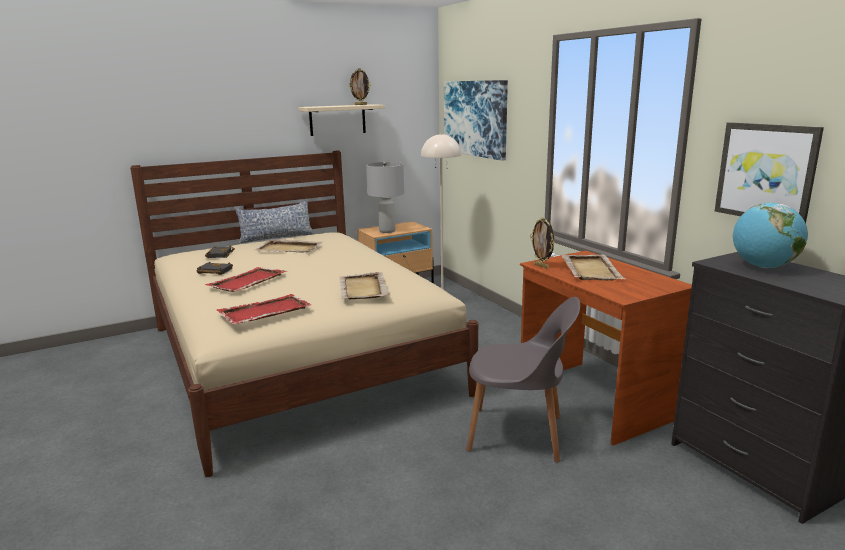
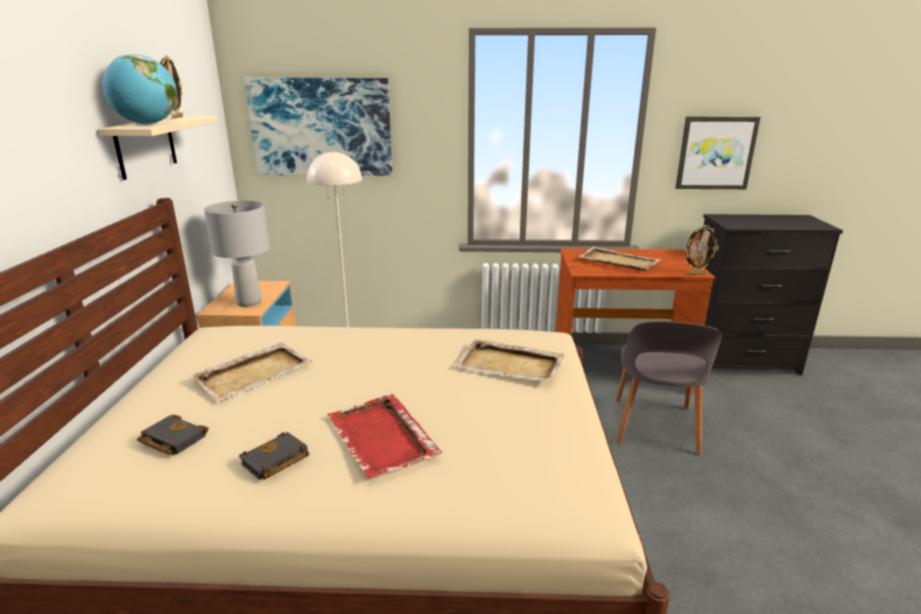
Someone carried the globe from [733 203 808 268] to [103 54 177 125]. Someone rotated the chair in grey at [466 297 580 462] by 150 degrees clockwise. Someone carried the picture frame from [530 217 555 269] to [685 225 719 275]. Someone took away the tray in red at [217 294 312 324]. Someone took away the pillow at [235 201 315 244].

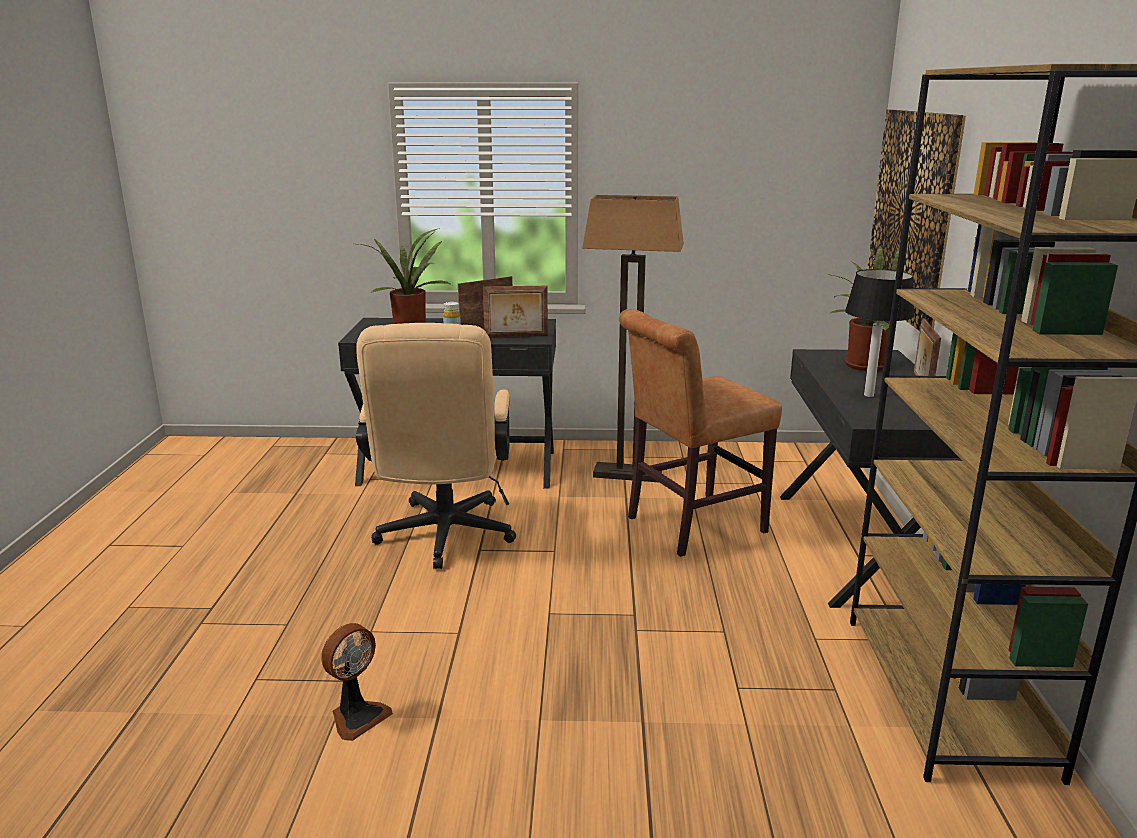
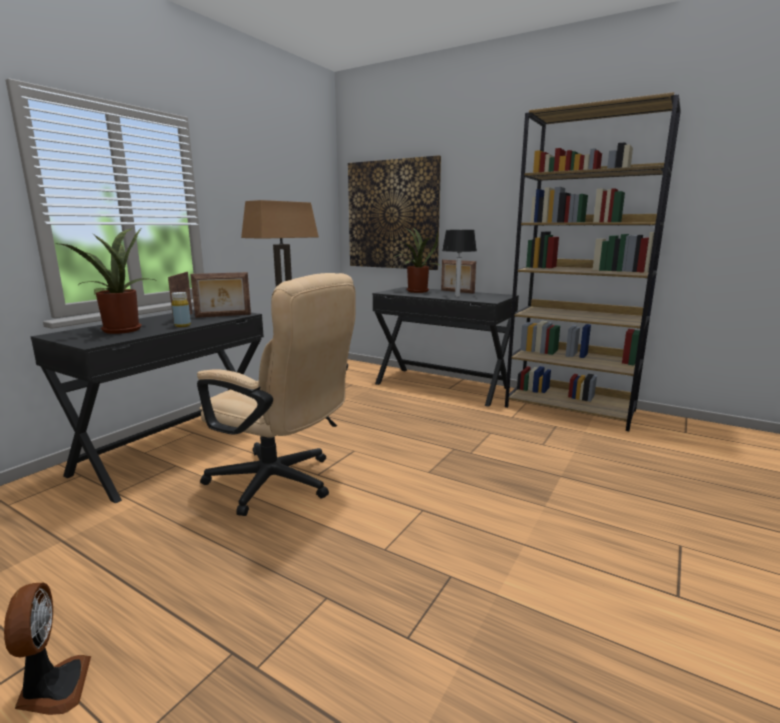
Someone carried the fan from [321 623 393 741] to [4 583 91 715]. Someone rotated the picture frame at [483 286 548 337] by 45 degrees clockwise. Someone took away the chair in brown at [619 309 782 557].

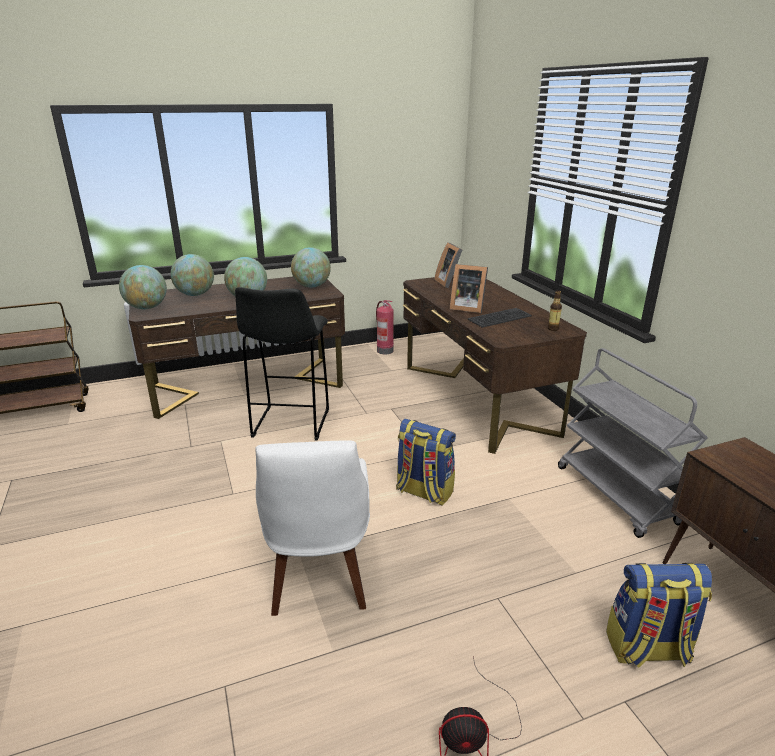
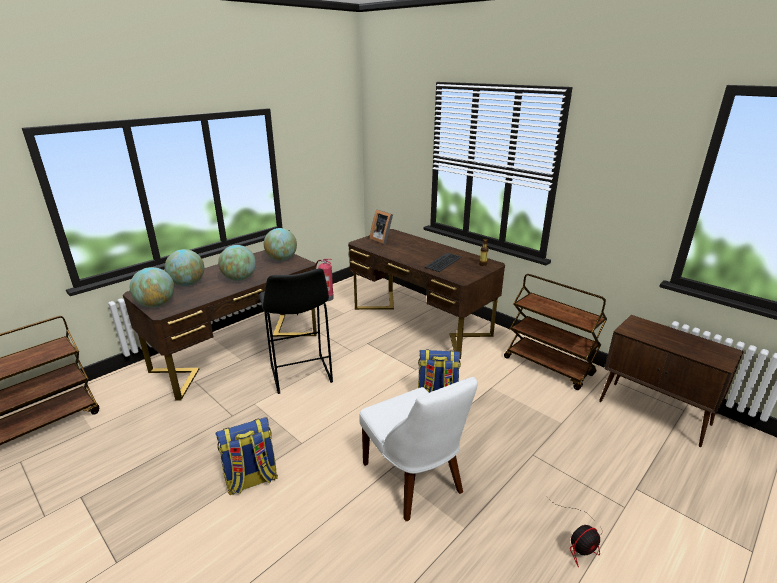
Someone carried the backpack from [606 563 712 668] to [215 417 278 495]. Someone repainted the cart in grey at [558 348 708 538], which became the cart in brown at [504 274 607 390]. Someone took away the picture frame at [450 264 488 313].

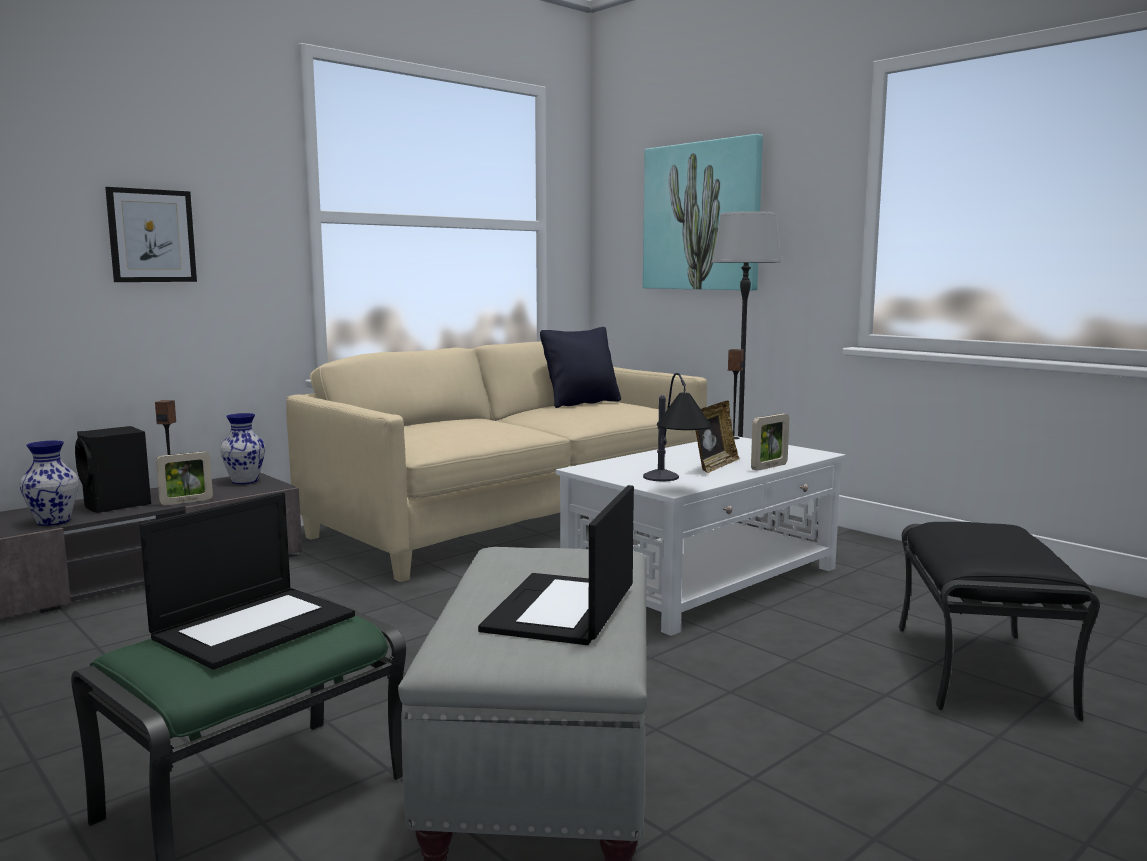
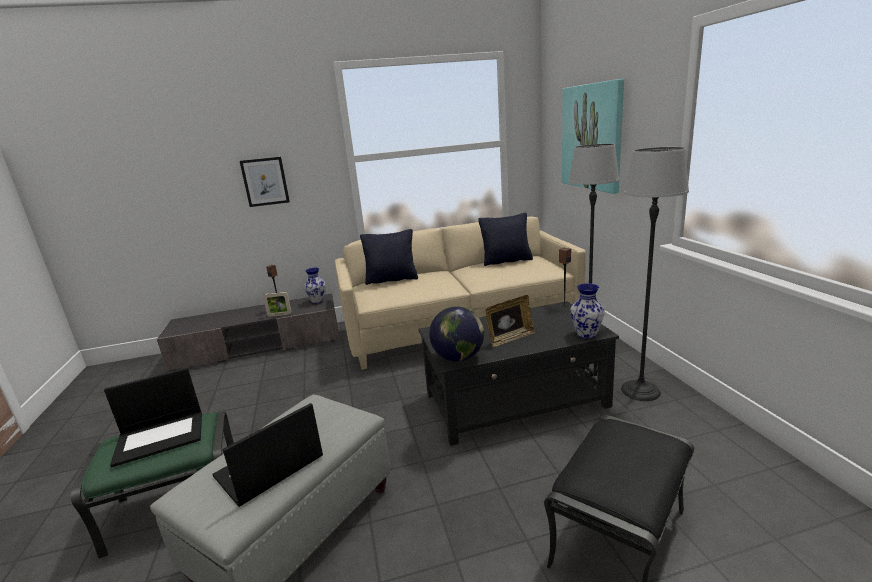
Someone put down the pillow in black at [360 229 418 285]. Someone repainted the coffee table in white at [556 436 846 636], which became the coffee table in black at [418 301 619 446]. Someone swapped the table lamp at [643 373 711 481] for the globe at [429 306 484 361]. Someone carried the vase from [20 440 78 526] to [570 283 605 339]. Someone put down the floor lamp at [621 147 689 401]. Someone took away the speaker in black at [75 426 151 513]. Someone took away the picture frame at [751 413 789 471].

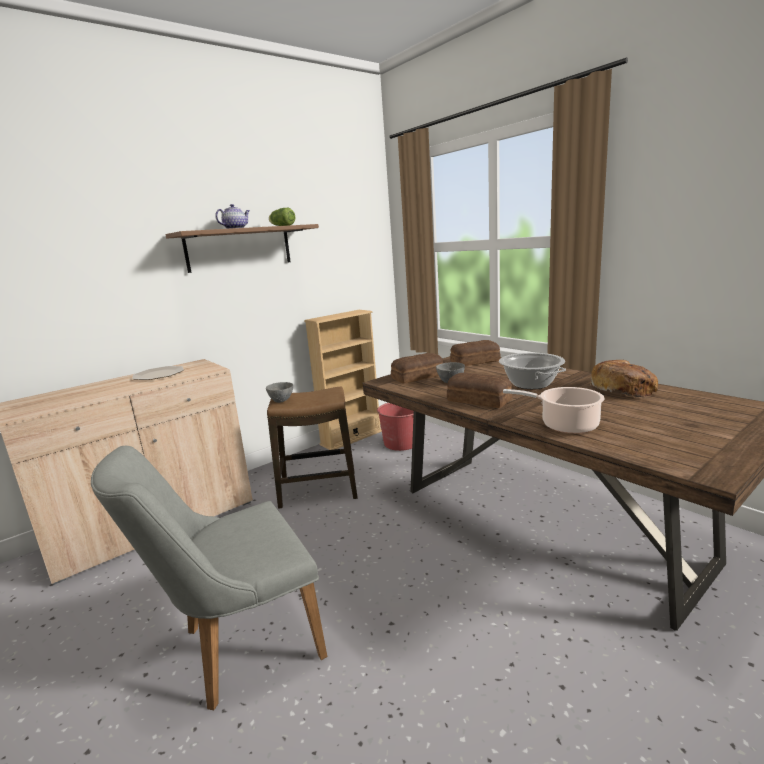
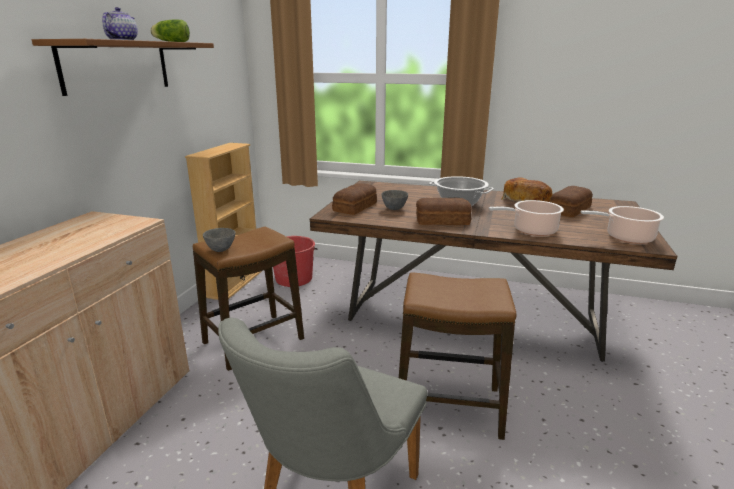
Someone put down the stool at [399 272 517 440]. Someone carried the bread from [450 340 501 366] to [550 186 593 217]. Someone put down the cooking pot at [580 206 664 244]. Someone took away the plate at [133 366 184 380].

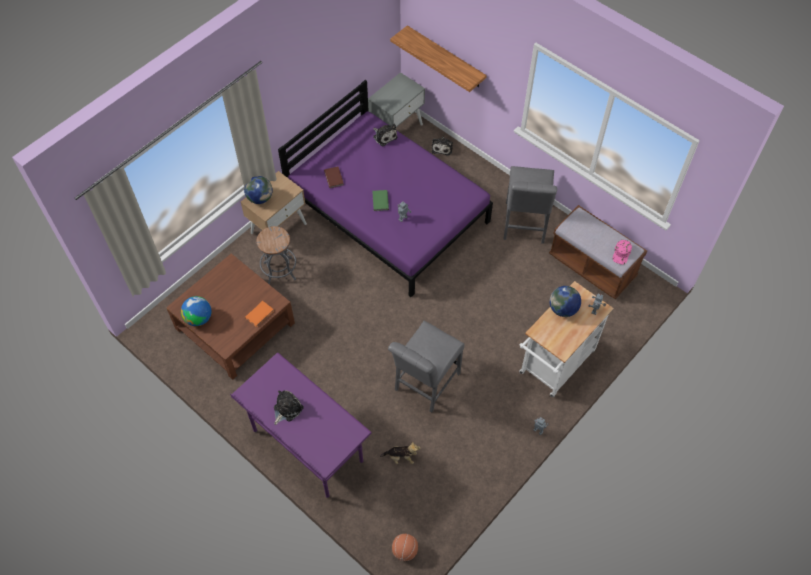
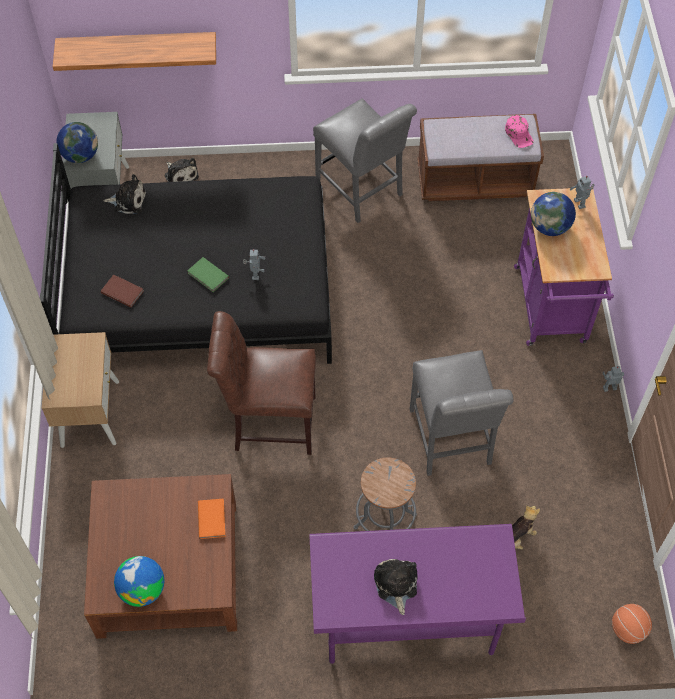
Someone repainted the bed in purple at [278 80 493 297], which became the bed in black at [40 143 332 364]. Someone carried the globe from [244 176 273 204] to [56 122 98 163]. Someone put down the chair in brown at [207 311 316 455]. Someone carried the stool in grey from [257 226 296 285] to [354 458 417 531]. Someone repainted the cart in white at [519 281 613 397], which became the cart in purple at [514 187 614 346].

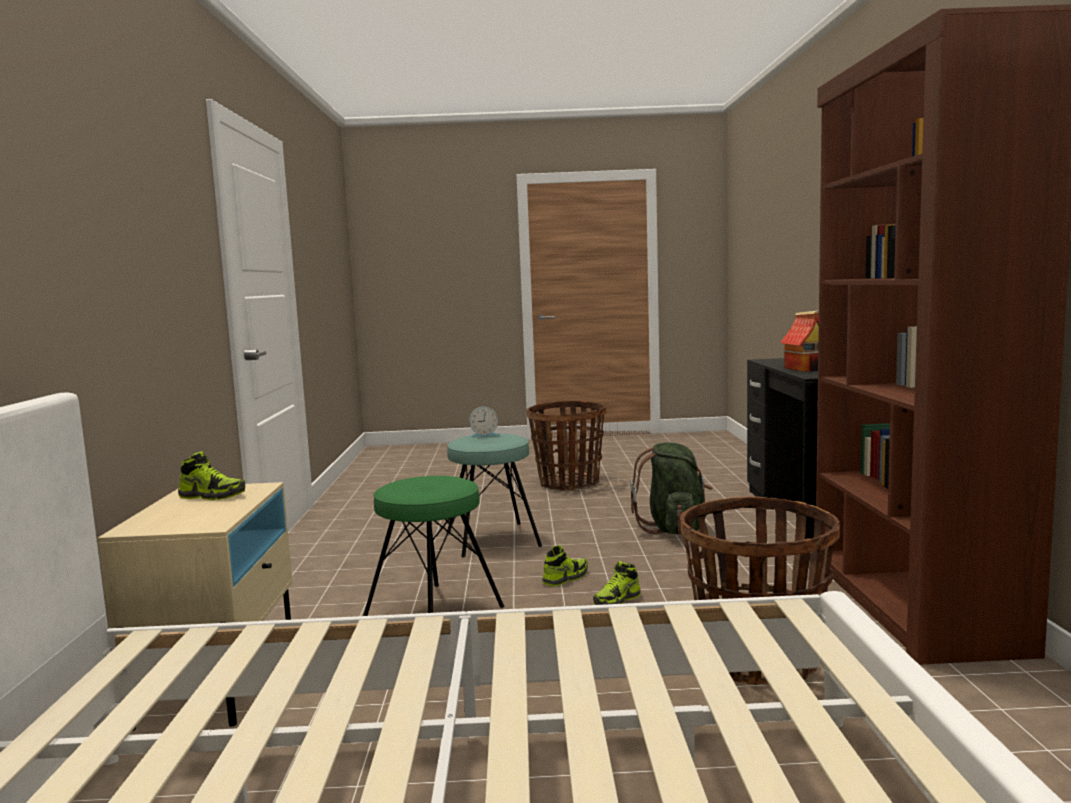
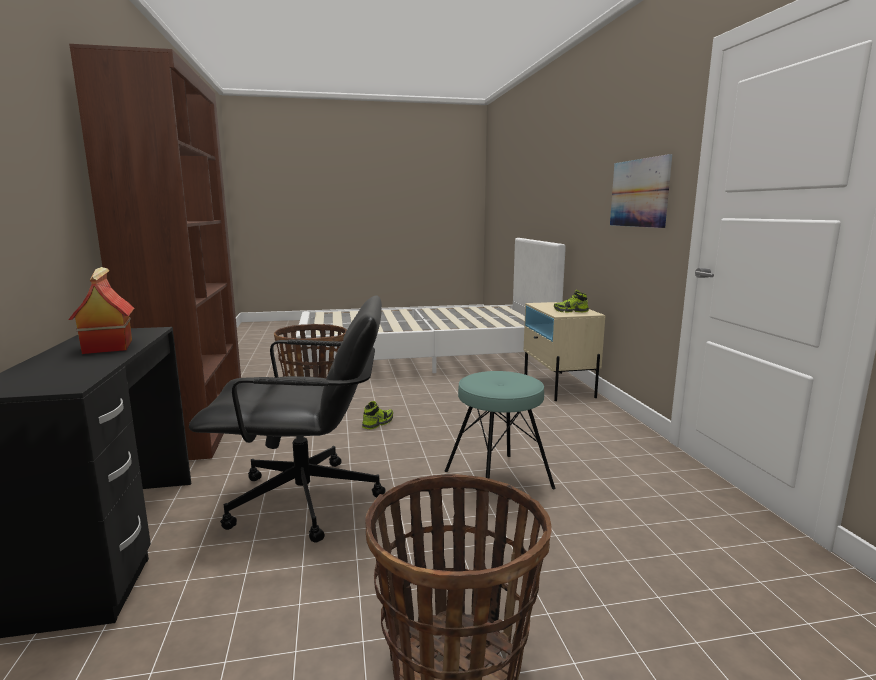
Someone swapped the backpack in green at [630 442 713 535] for the office chair in black at [189 295 385 543]. Someone put up the picture at [610 154 672 228]. Someone took away the stool in green at [363 476 505 616]. Someone took away the alarm clock at [469 407 499 437]. Someone took away the shoe at [542 545 588 586].

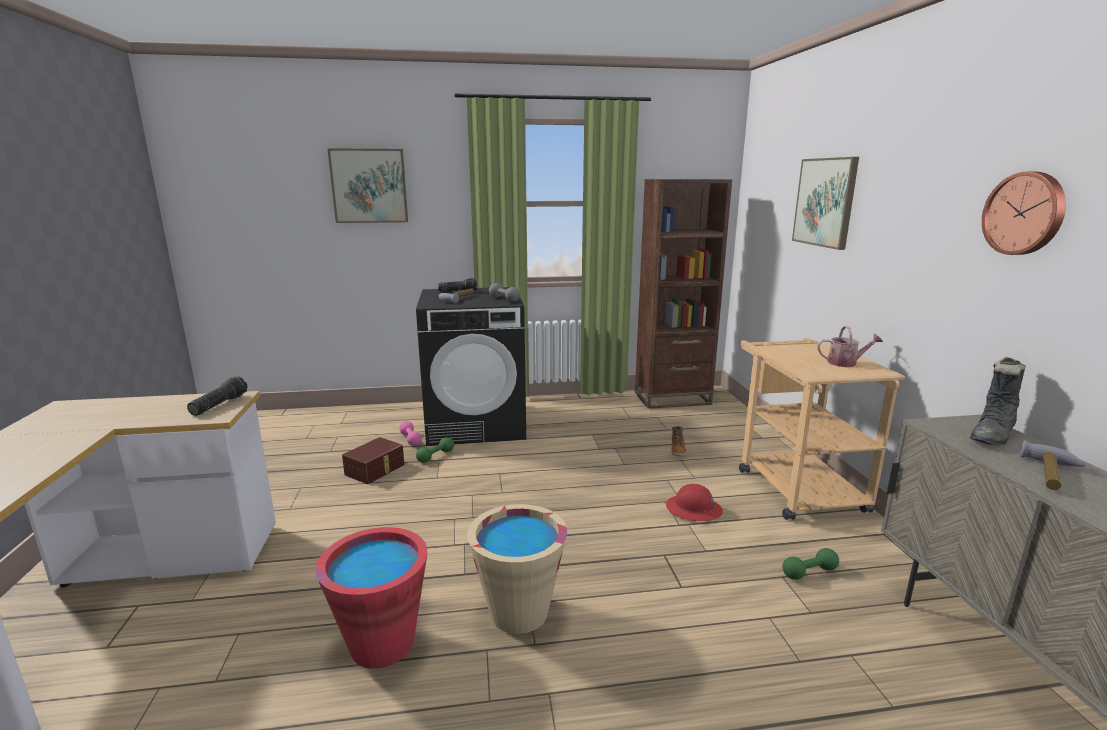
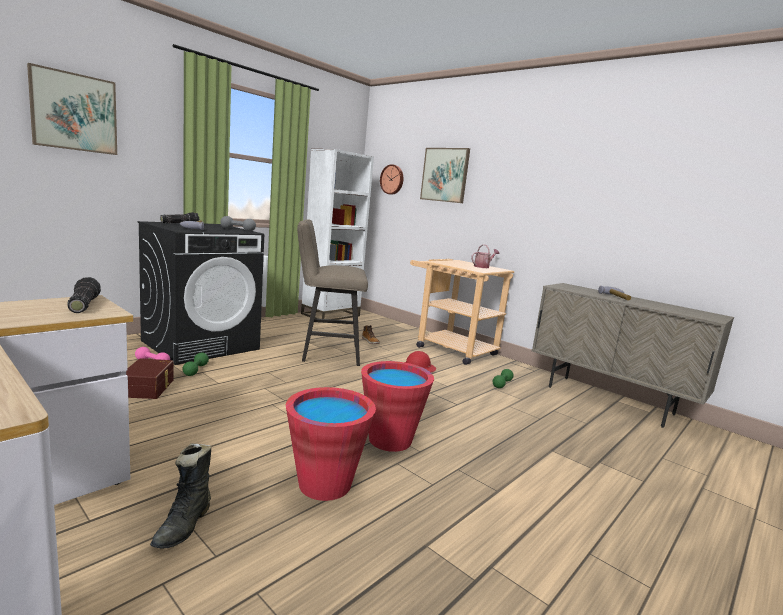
Someone carried the boot in black from [970 356 1026 446] to [150 443 211 549]. Someone put down the stool in beige at [297 219 368 366]. Someone repainted the bookcase in brown at [635 179 732 409], which became the bookcase in white at [301 149 374 320]. Someone repainted the bucket in beige at [467 504 567 634], which became the bucket in red at [361 361 434 452]. Someone carried the wall clock from [982 172 1066 255] to [380 164 403 195].

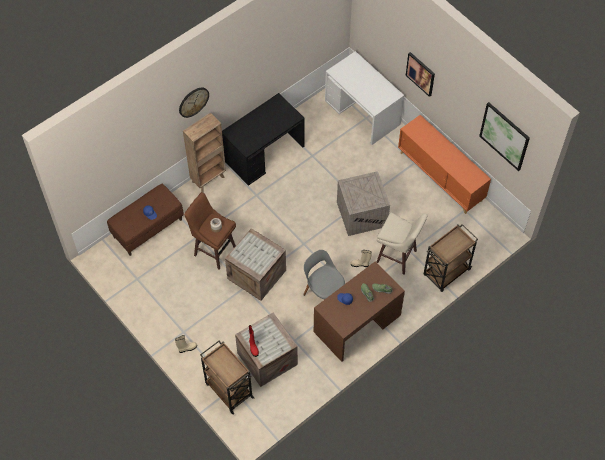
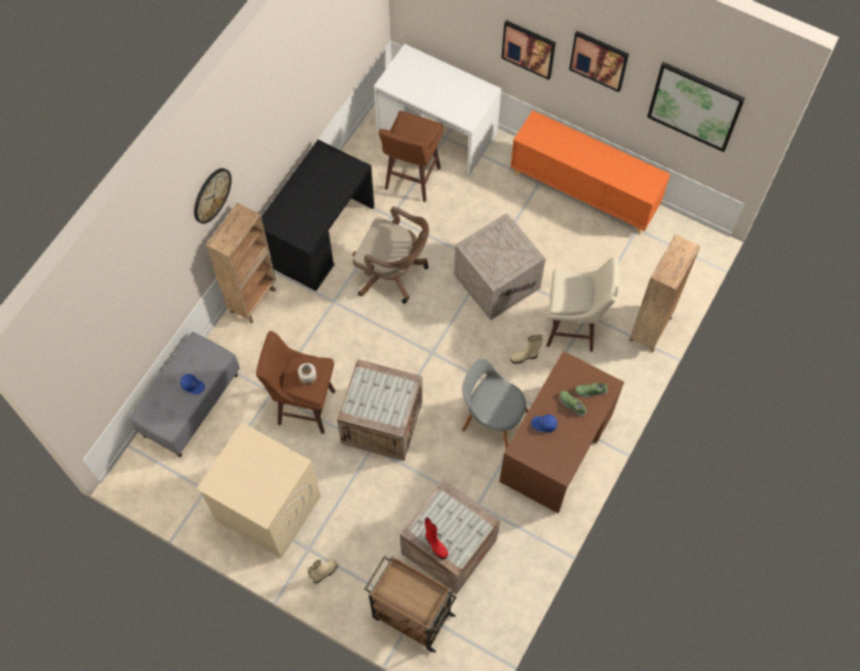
Someone repainted the bench in brown at [107 184 184 256], which became the bench in grey at [130 332 240 457]. Someone put down the washing machine in beige at [196 423 321 558]. Someone put down the office chair in brown at [352 206 429 304]. Someone put down the stool in brown at [379 111 443 202]. Someone put up the picture at [569 31 629 92]. Someone swapped the cart in brown at [424 224 478 292] for the bookcase in brown at [629 234 700 352].

